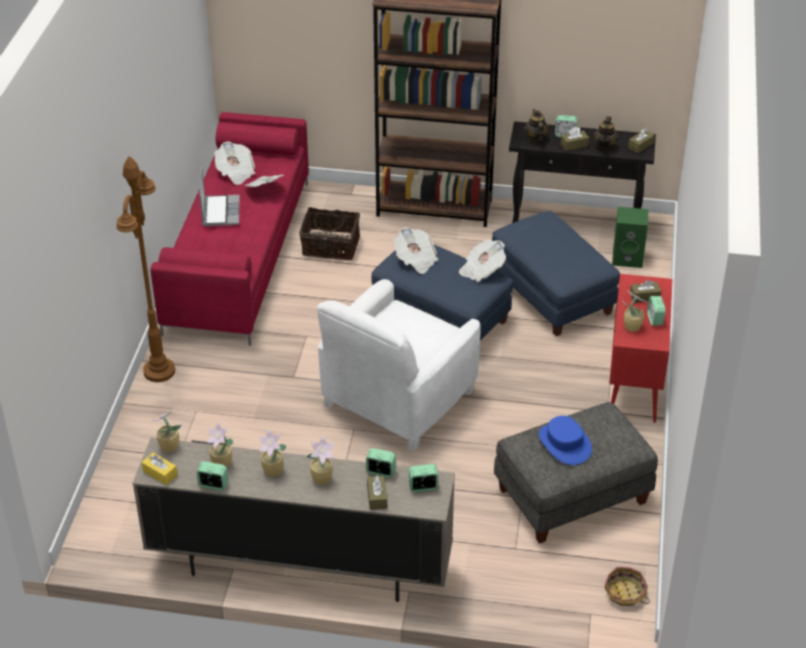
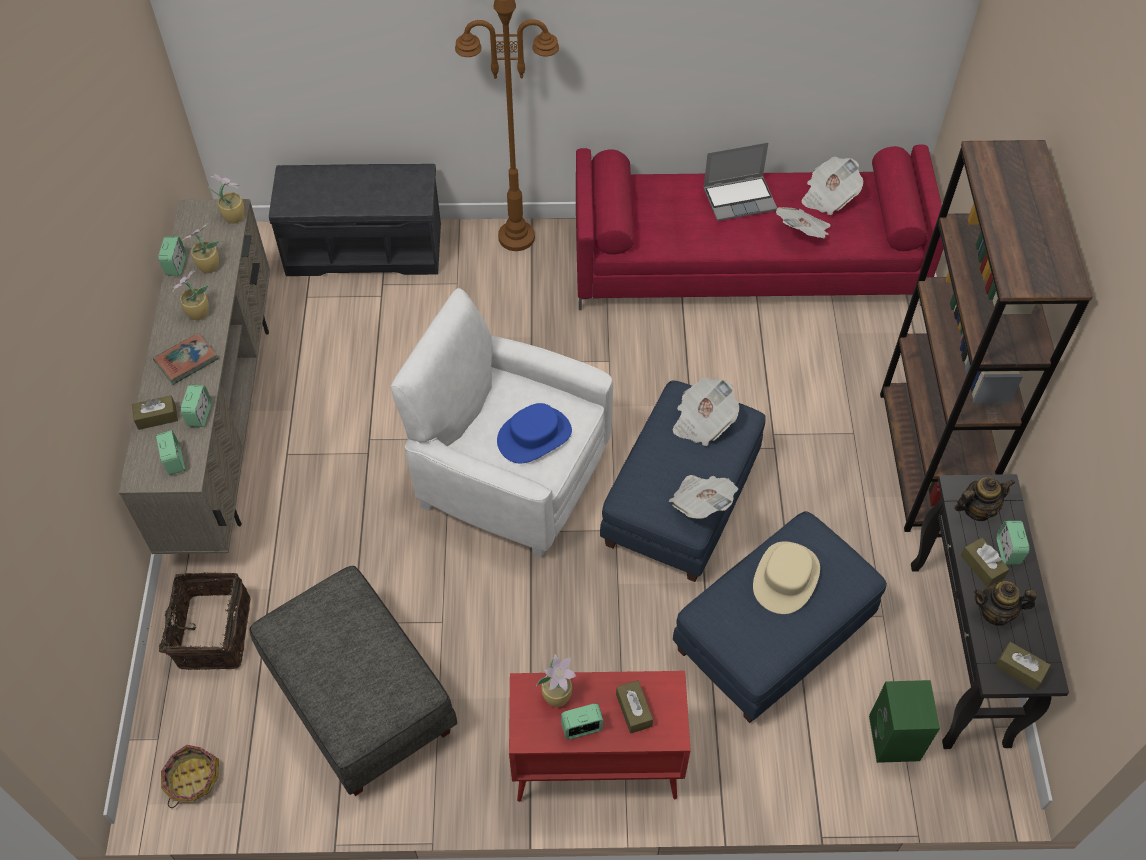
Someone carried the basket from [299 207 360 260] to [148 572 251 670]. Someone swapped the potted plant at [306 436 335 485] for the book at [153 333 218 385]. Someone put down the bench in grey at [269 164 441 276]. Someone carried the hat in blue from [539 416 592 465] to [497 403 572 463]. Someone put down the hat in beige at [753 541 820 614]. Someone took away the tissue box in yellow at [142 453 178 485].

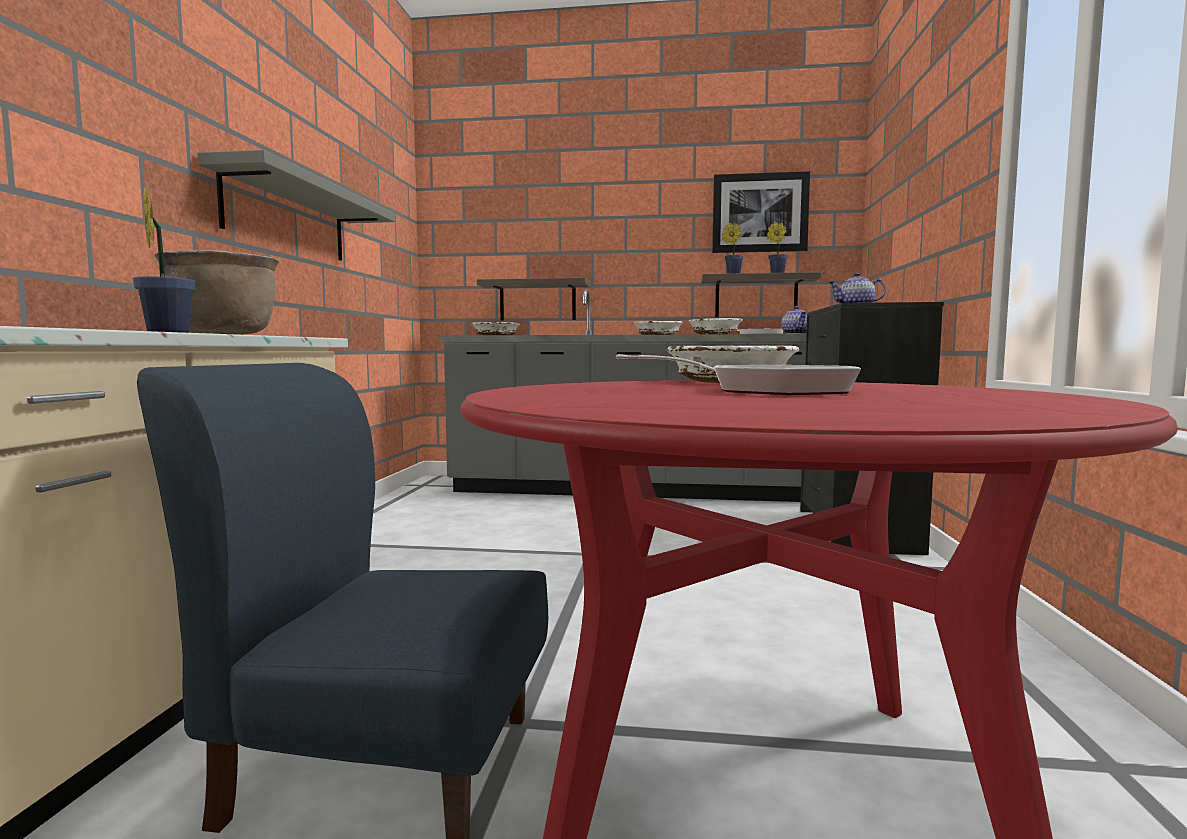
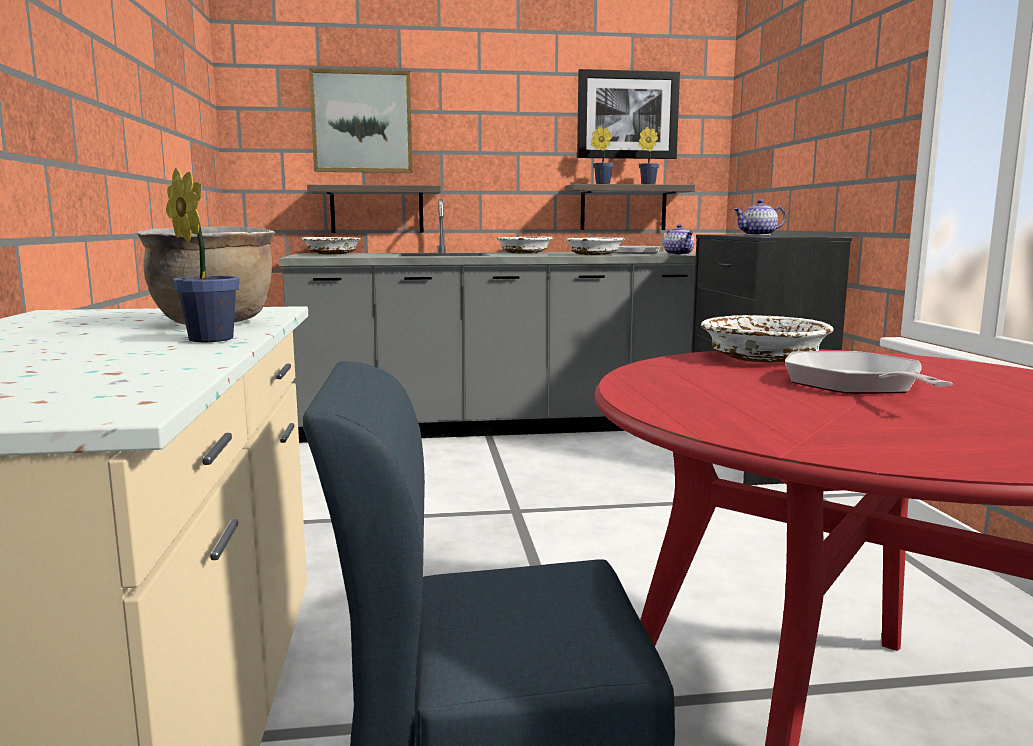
Someone put up the picture at [309 68 412 173]. Someone rotated the frying pan at [616 354 861 395] by 90 degrees counterclockwise. Someone took away the shelf in grey at [197 150 395 261].

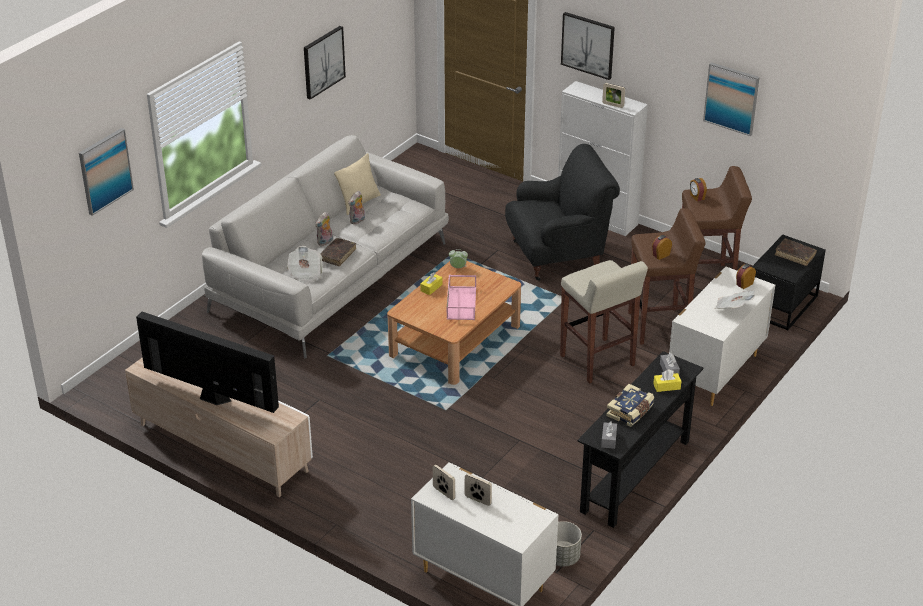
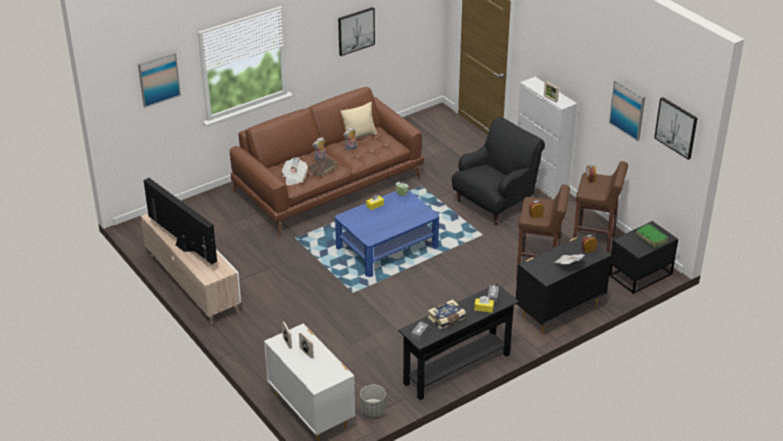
Someone repainted the sofa in white at [202 135 449 359], which became the sofa in brown at [229 87 424 237]. Someone repainted the coffee table in brown at [387 261 521 385], which became the coffee table in blue at [335 190 439 277]. Someone rotated the armchair in black at [505 144 620 281] by 45 degrees counterclockwise. Someone repainted the dresser in white at [669 267 775 406], which became the dresser in black at [516 234 612 334]. Someone repainted the book in brown at [775 239 817 266], which became the book in green at [636 224 668 248]. Someone carried the picture from [561 12 615 80] to [654 97 697 160]. Someone took away the tray in pink at [447 275 476 320]. Someone took away the stool in beige at [560 260 648 384].

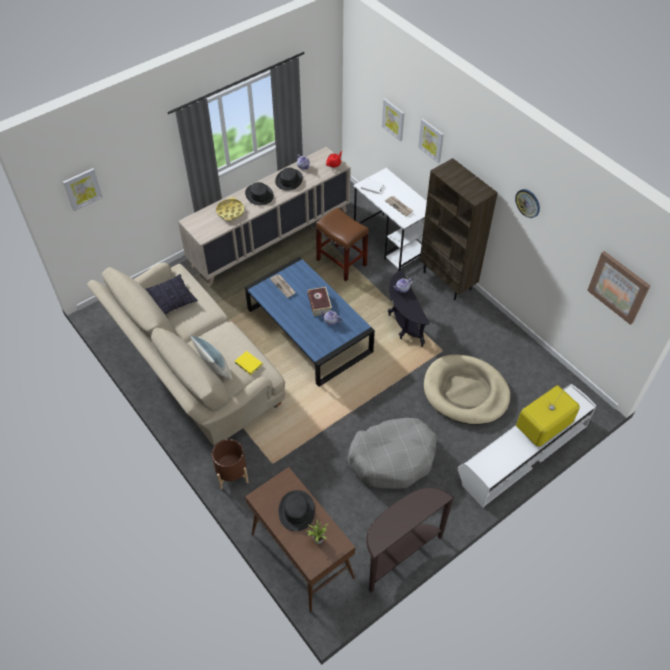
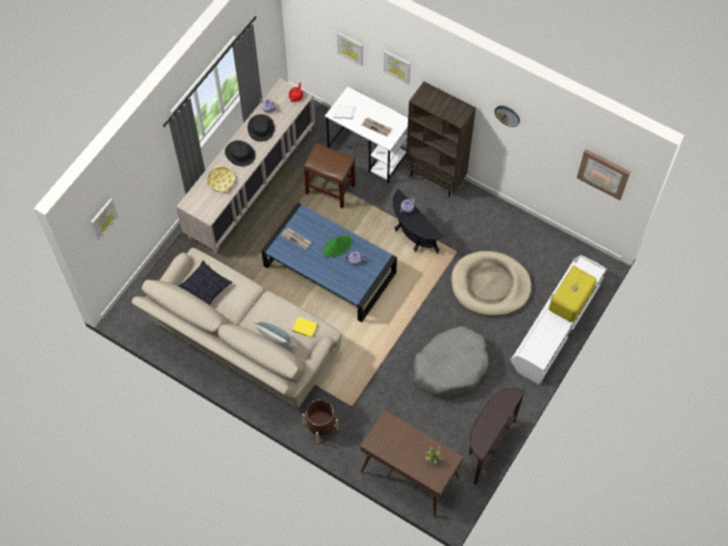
Someone swapped the book at [308 287 332 316] for the hat in green at [323 235 352 257]. Someone took away the hat in black at [278 490 315 531].

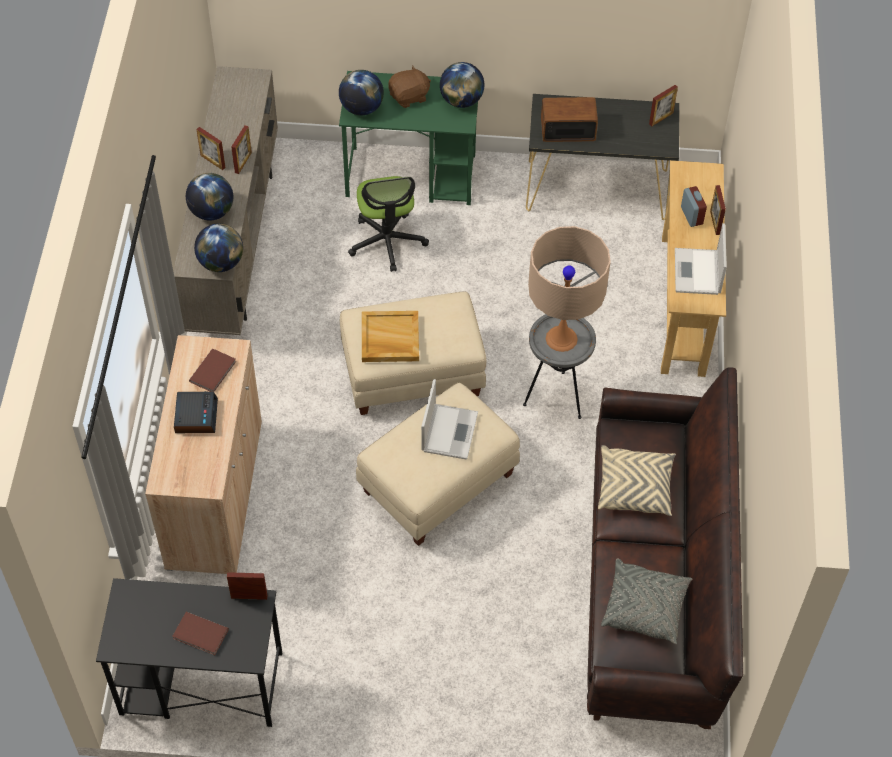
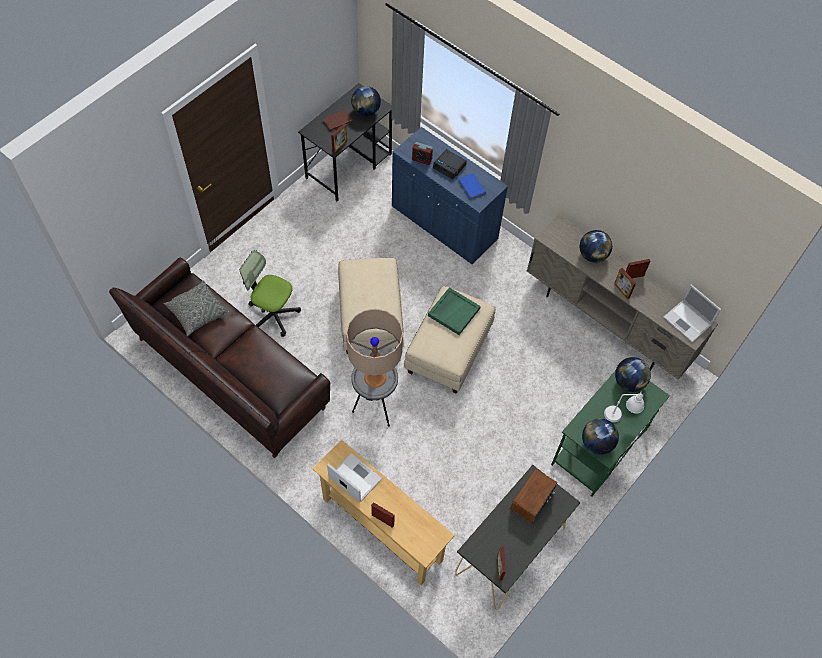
Someone carried the office chair from [348 176 429 272] to [240 250 301 337]. Someone carried the globe from [194 224 243 272] to [351 86 381 116]. Someone repainted the cabinet in beige at [145 335 262 574], which became the cabinet in blue at [392 127 508 264]. Someone carried the alarm clock from [681 186 707 227] to [412 142 433 165]. Someone repainted the tray in beige at [362 311 419 362], which became the tray in green at [428 287 481 335]. Someone repainted the book in brown at [189 349 236 392], which became the book in blue at [458 173 486 200]. Someone swapped the plush toy in brown at [388 66 431 108] for the table lamp in white at [604 391 645 422]. Someone carried the laptop from [421 379 478 460] to [663 285 721 342]. Someone took away the pillow in beige at [598 445 676 516].

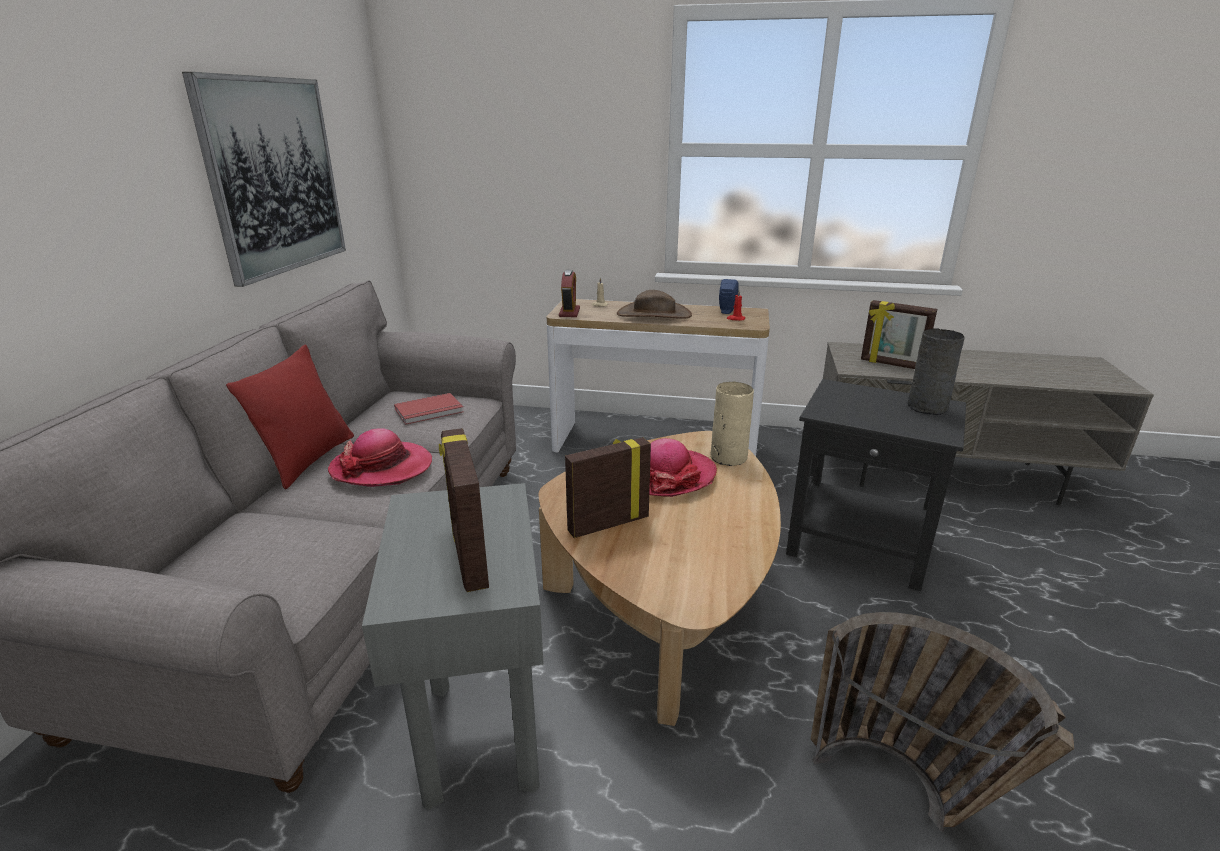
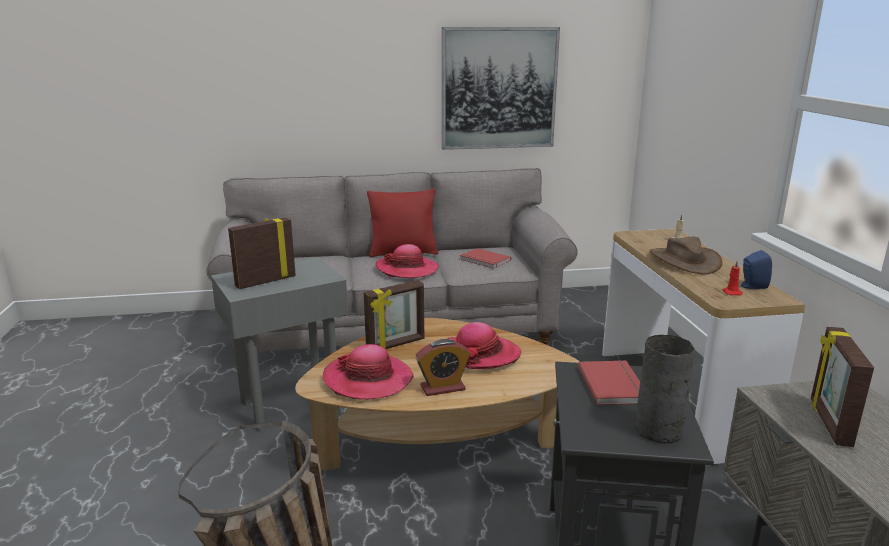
Someone put down the hat at [323 344 414 400]. Someone rotated the picture frame at [565 437 651 538] by 105 degrees clockwise. Someone carried the alarm clock from [559 270 580 317] to [415 339 470 396]. Someone put down the book in red at [578 360 640 405]. Someone took away the vase in beige at [711 382 754 466].

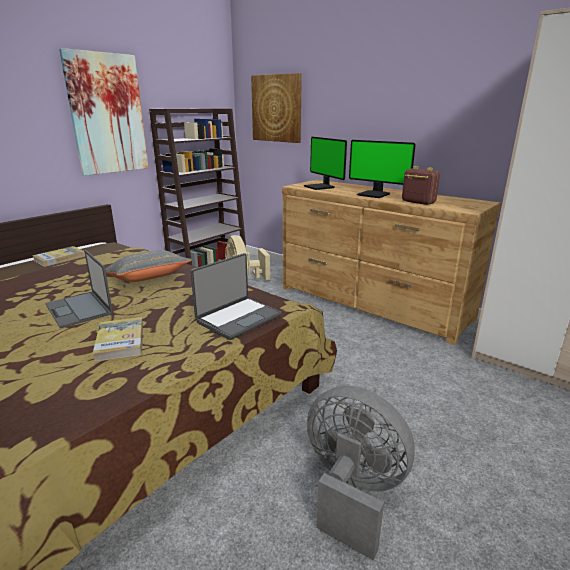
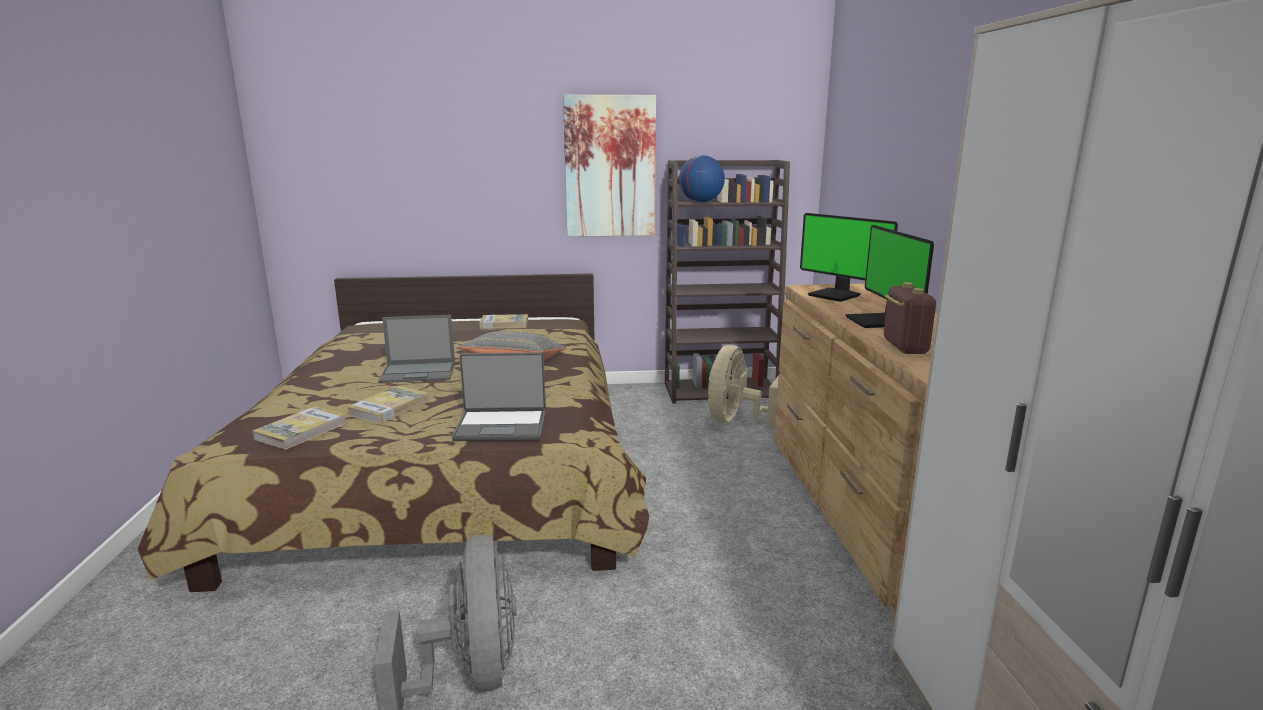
Someone put down the book at [253 406 346 450]. Someone rotated the laptop at [45 250 113 329] by 105 degrees counterclockwise. Someone put down the globe at [679 155 725 202]. Someone rotated the monitor at [304 137 347 190] by 60 degrees counterclockwise. Someone took away the picture at [251 73 302 143].

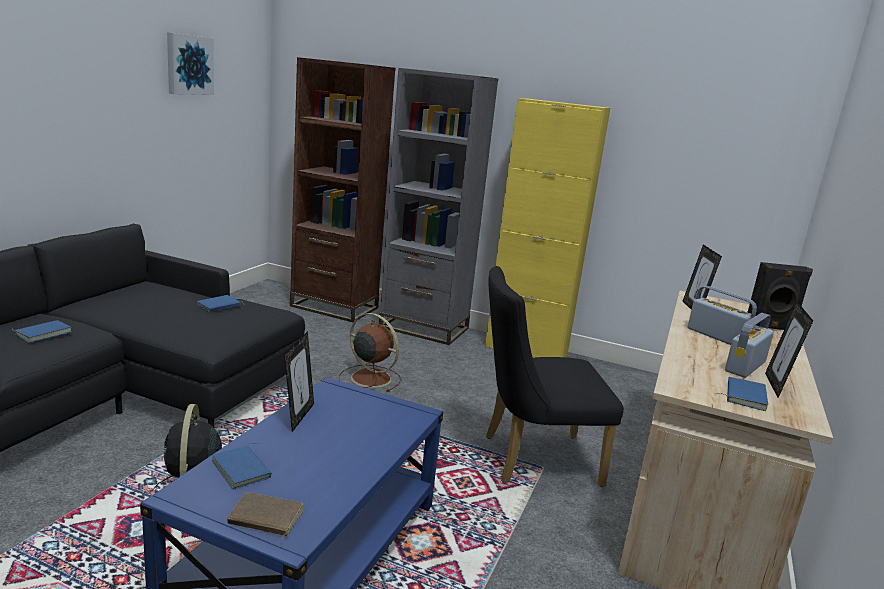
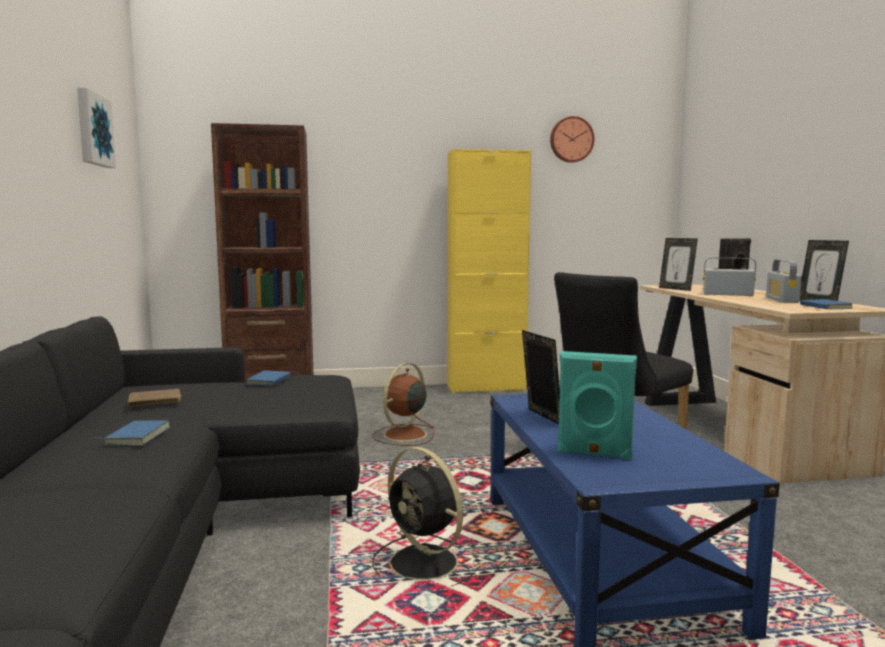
Someone carried the book in brown from [227 492 304 541] to [128 389 182 407]. Someone rotated the fan in brown at [338 313 401 392] by 60 degrees counterclockwise. Someone put up the wall clock at [550 116 594 163]. Someone swapped the book in blue at [212 443 272 489] for the speaker in turquoise at [557 351 637 460]. Someone took away the bookcase in grey at [379 68 499 345].

